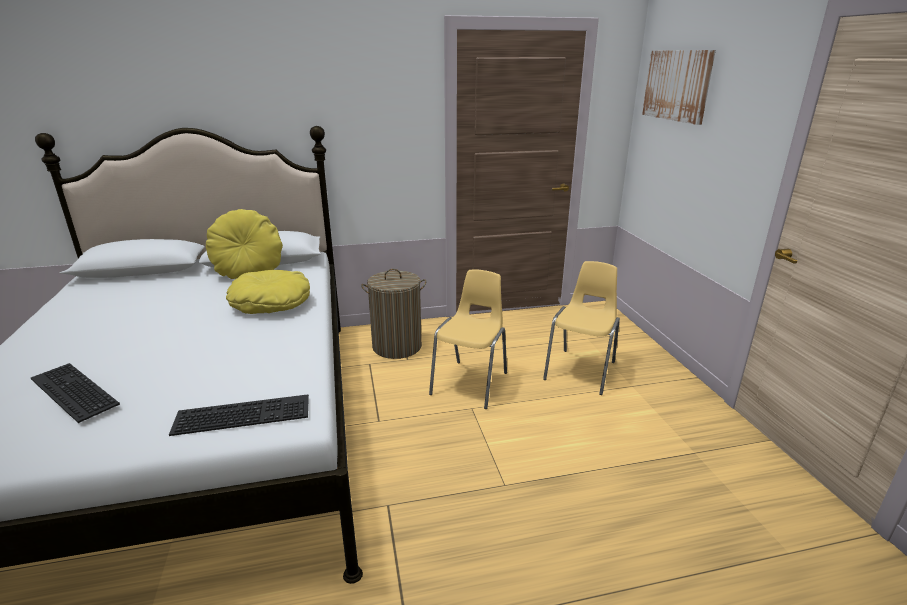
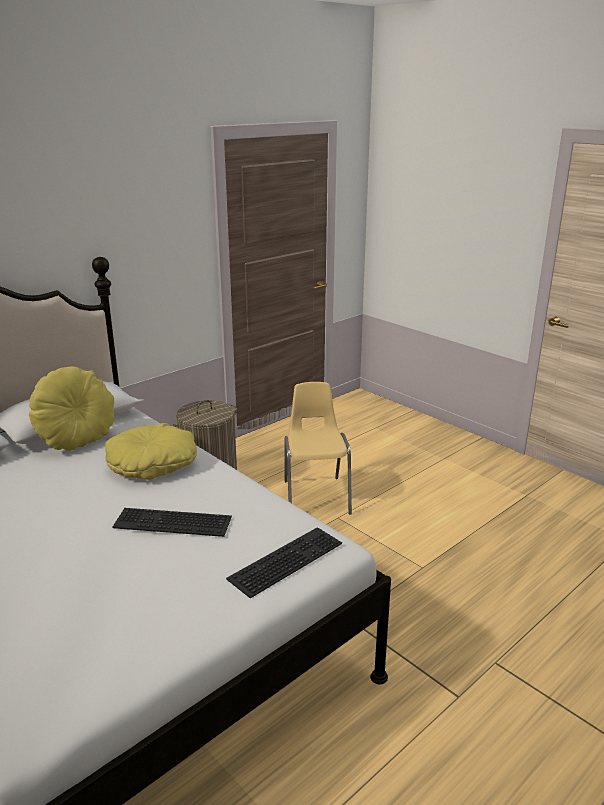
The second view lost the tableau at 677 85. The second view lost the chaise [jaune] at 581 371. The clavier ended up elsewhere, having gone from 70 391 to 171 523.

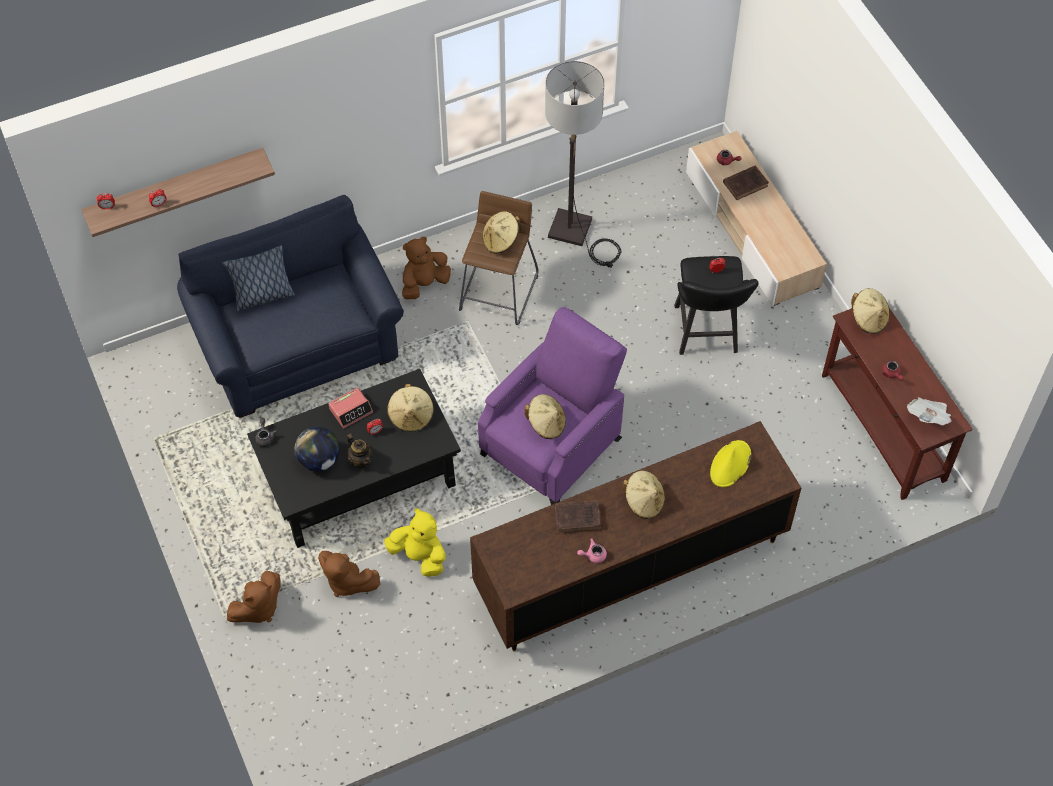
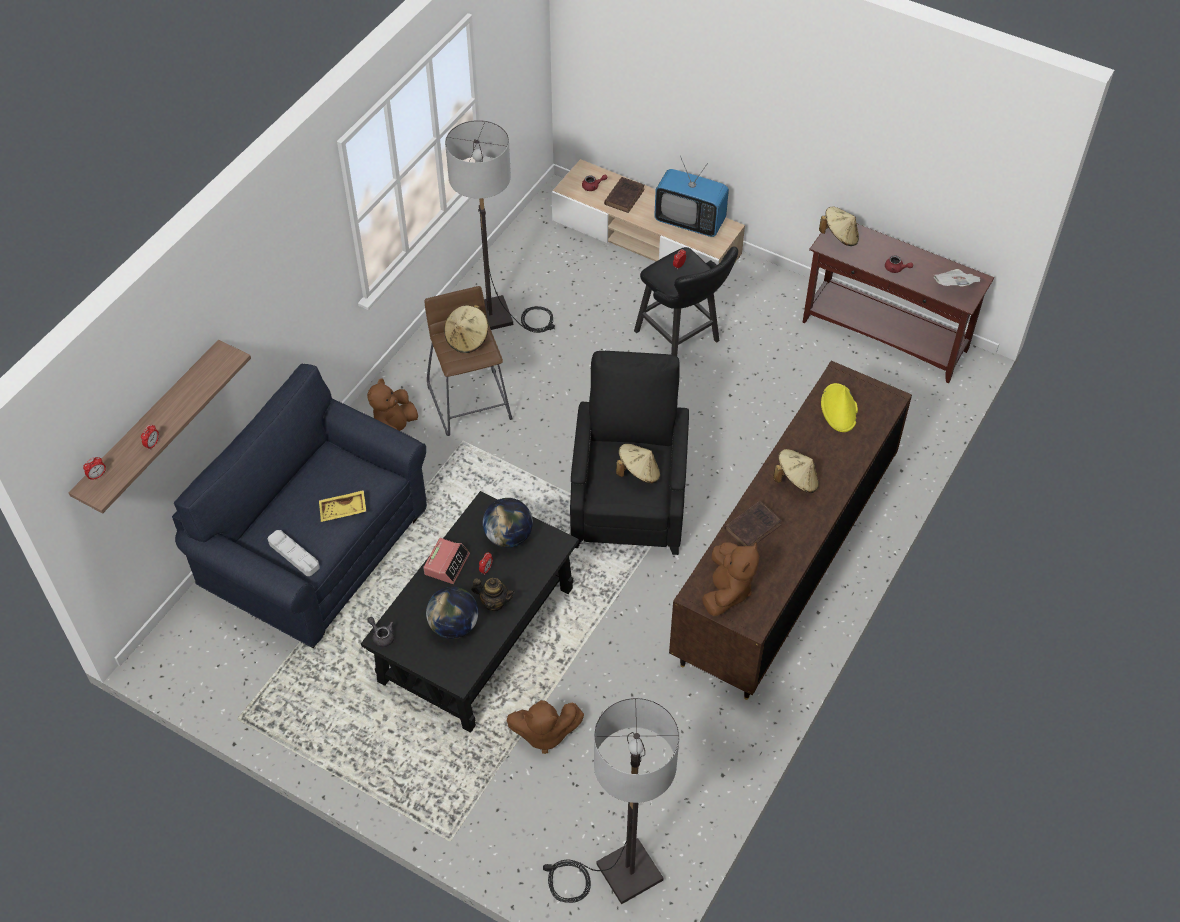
The second view lost the coussin at 262 296. What was the fauteuil [violet] at 554 443 turned into the fauteuil [noir] at 629 500. Where the chapeau [beige] stood at 411 416, the globe came to stand at 508 536. The second view lost the peluche [jaune] at 419 556. The second view lost the théière [rose] at 593 555. The peluche [marron] ended up elsewhere, having gone from 258 608 to 727 591. The second view gained the téléviseur at 690 221. The second view gained the plateau [jaune] at 343 511. The second view gained the plateau [gris] at 294 555. The second view gained the lampadaire at 611 875.

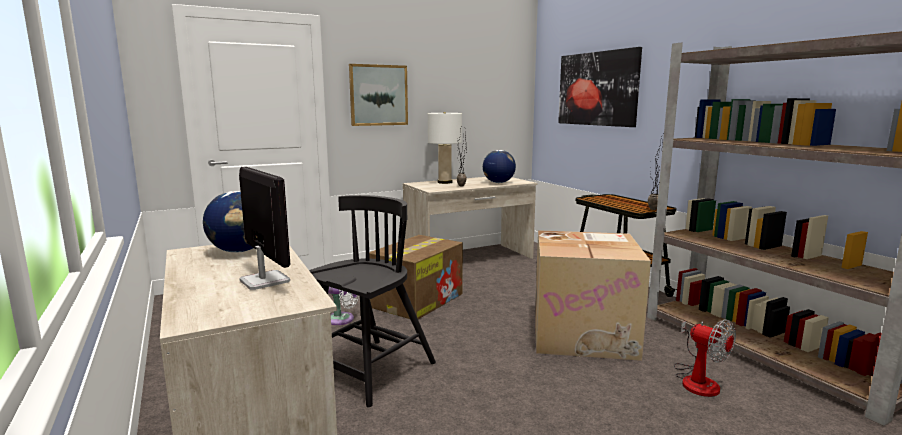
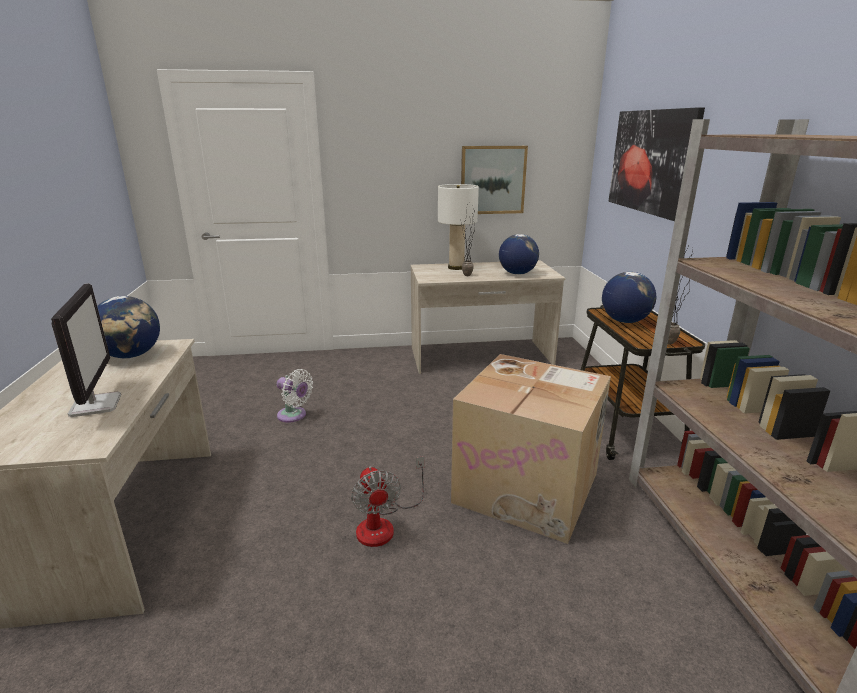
The tableau ended up elsewhere, having gone from 378 95 to 492 180. The second view lost the chaise [noir] at 371 371. The second view lost the carton at 418 300. The ventilateur ended up elsewhere, having gone from 697 380 to 384 524. The second view gained the globe at 624 321.

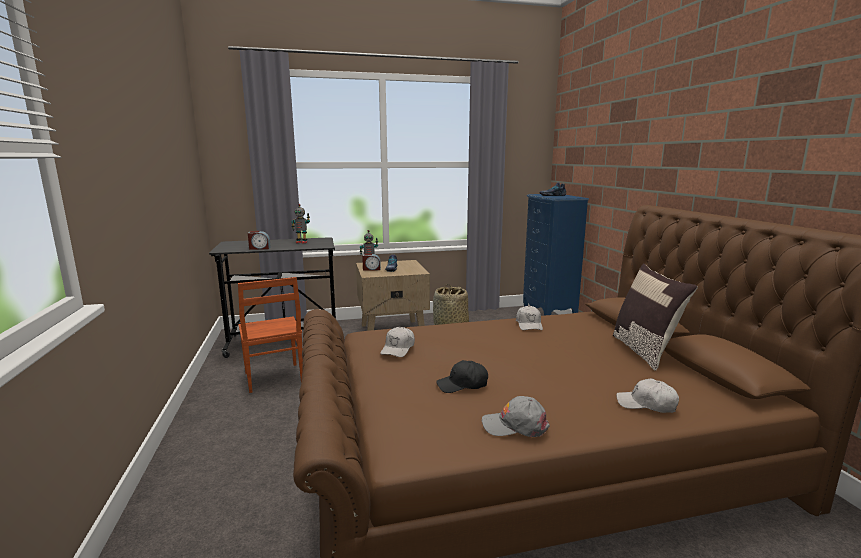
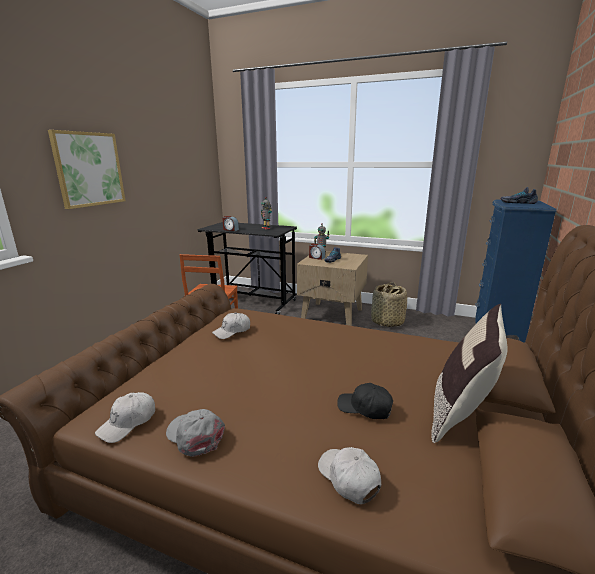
The casquette [blanc] ended up elsewhere, having gone from 529 324 to 128 423. The casquette [noir] ended up elsewhere, having gone from 462 385 to 365 408. The second view gained the tableau at 89 169.

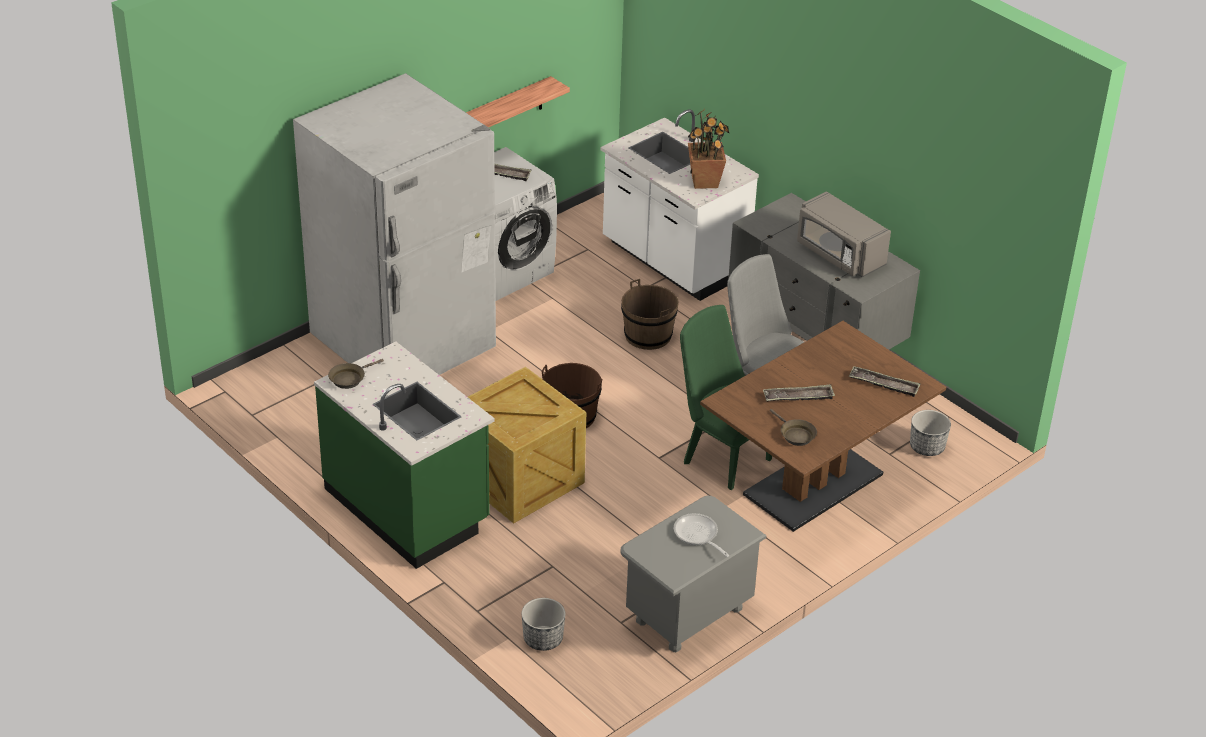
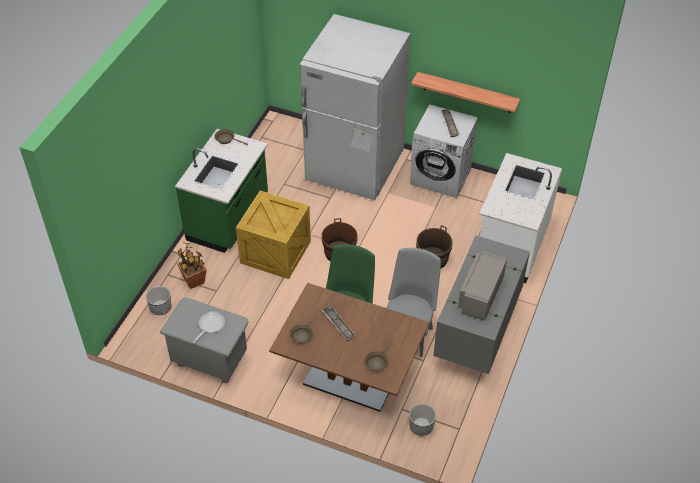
The plante en pot ended up elsewhere, having gone from 705 181 to 194 281. Where the plateau stood at 884 384, the poêle [marron] came to stand at 377 362.

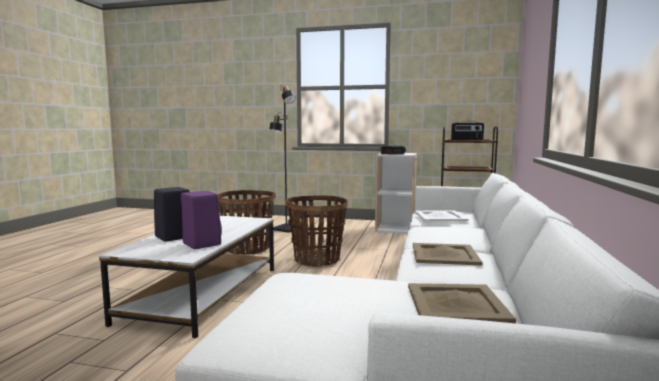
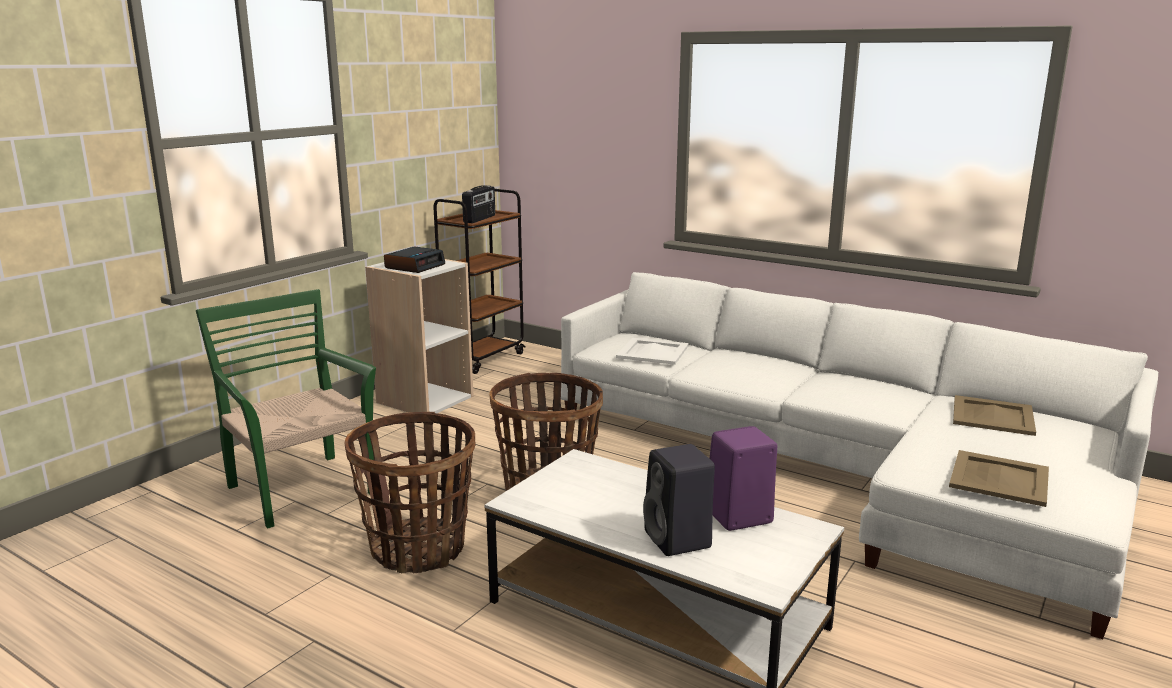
Where the lampadaire [noir] stood at 286 229, the fauteuil [vert] came to stand at 301 489. The plateau [beige] ended up elsewhere, having gone from 445 254 to 998 478.

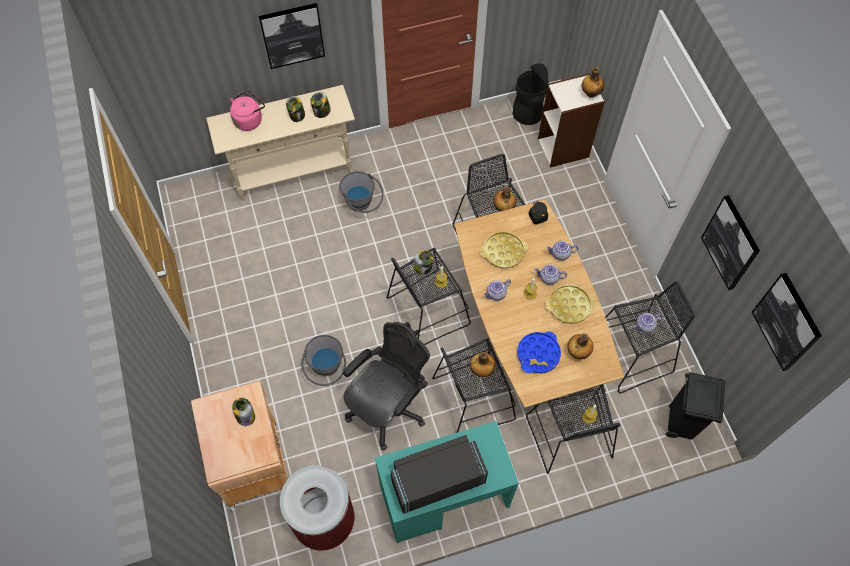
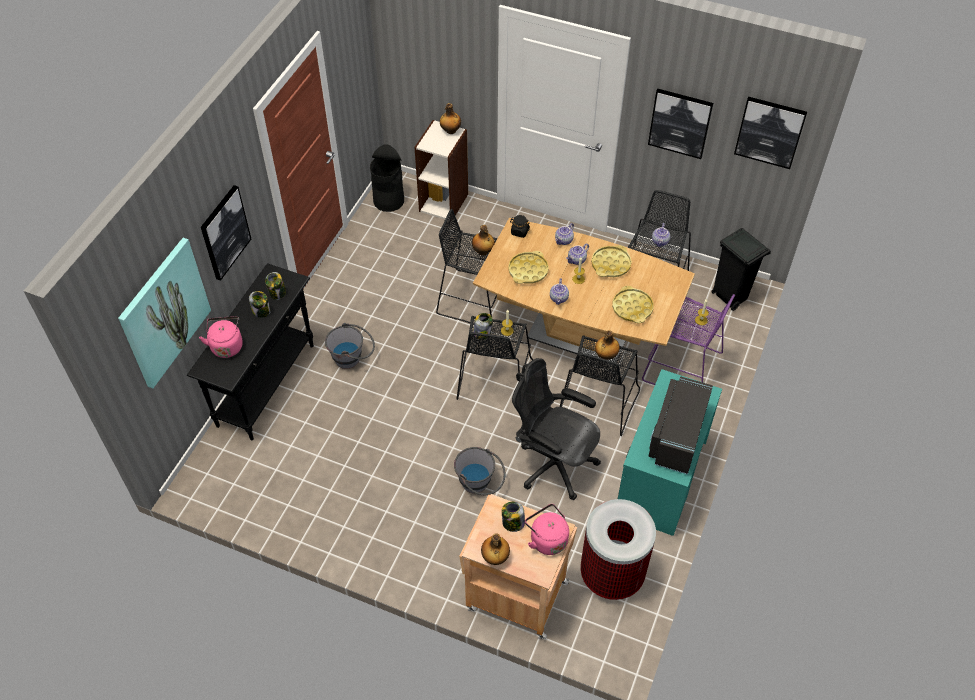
What was the table console [beige] at 293 172 turned into the table console [noir] at 267 385. The chaise de bureau at 388 406 ended up facing another way, 45 degrees counterclockwise from before. What was the plateau [bleu] at 538 354 turned into the plateau [jaune] at 632 308. The bouteille ended up elsewhere, having gone from 577 352 to 495 558. What was the tabouret [noir] at 569 435 turned into the tabouret [violet] at 681 365. The second view gained the tableau at 164 312. The second view gained the bouilloire [rose] at 547 539.

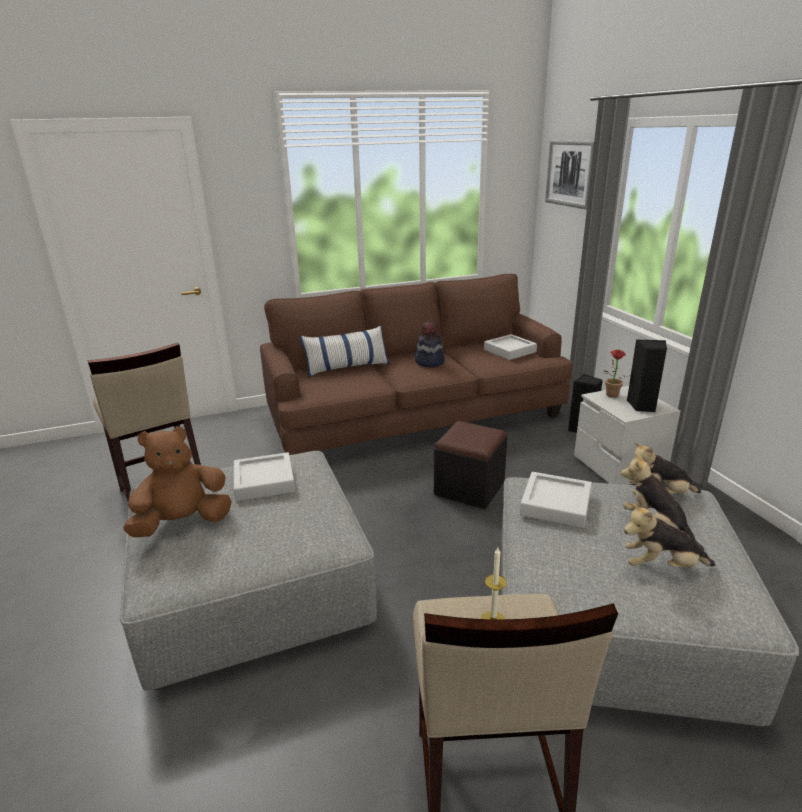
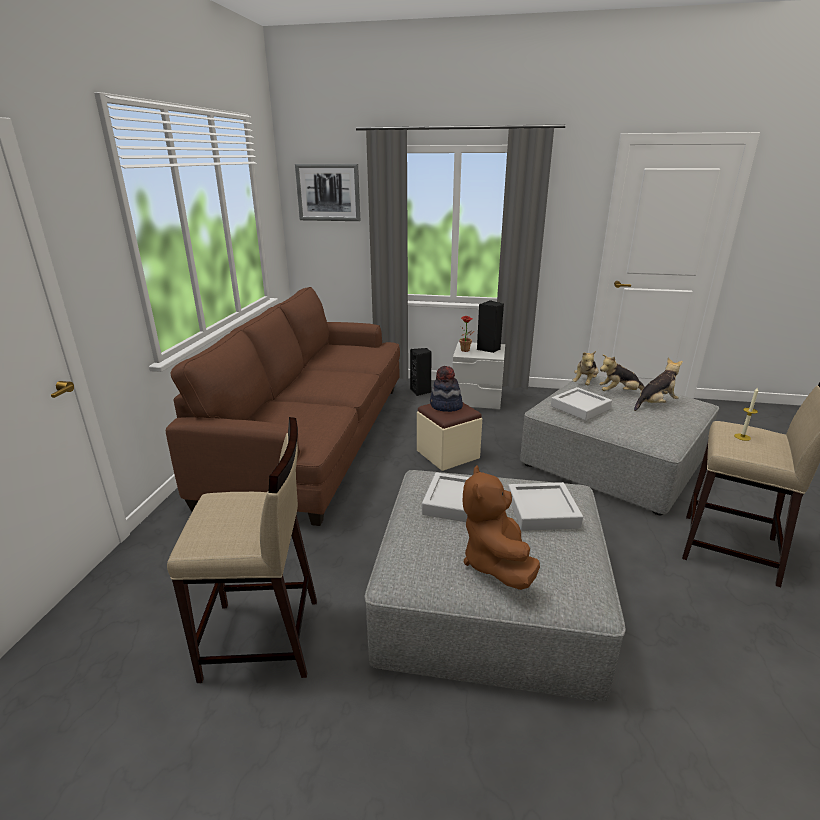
The chapeau ended up elsewhere, having gone from 429 362 to 445 406. The second view lost the coussin at 347 367. The plateau [gris] ended up elsewhere, having gone from 510 351 to 542 511. What was the pouf [noir] at 469 488 turned into the pouf [beige] at 447 454. The peluche at 661 566 ended up facing another way, 150 degrees counterclockwise from before.

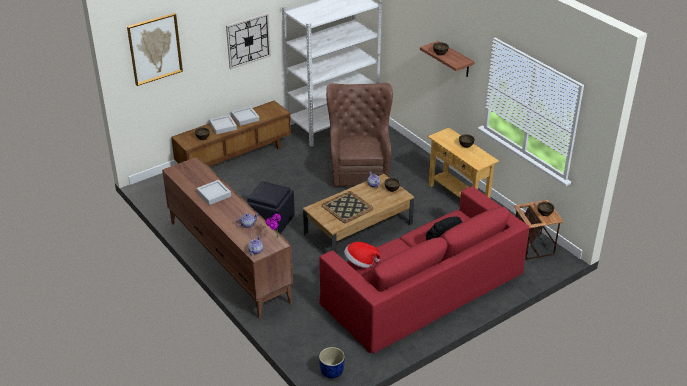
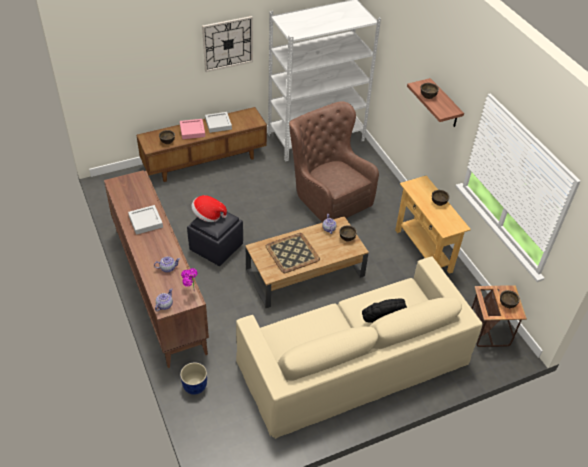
The second view lost the tableau at 155 49. The fauteuil [marron] at 359 168 ended up facing another way, 45 degrees counterclockwise from before. What was the plateau [gris] at 223 126 turned into the plateau [rose] at 192 131. What was the canapé [rouge] at 423 287 turned into the canapé [beige] at 353 361. The chapeau ended up elsewhere, having gone from 360 262 to 208 215. The cache-pot [bleu] ended up elsewhere, having gone from 331 371 to 194 386.

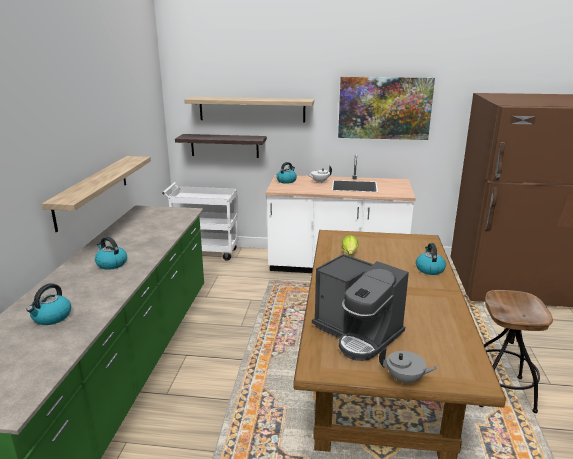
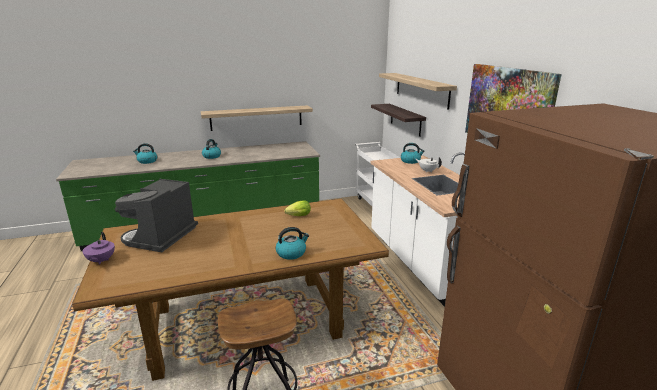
What was the théière [gris] at 405 379 turned into the théière [violet] at 101 261.

